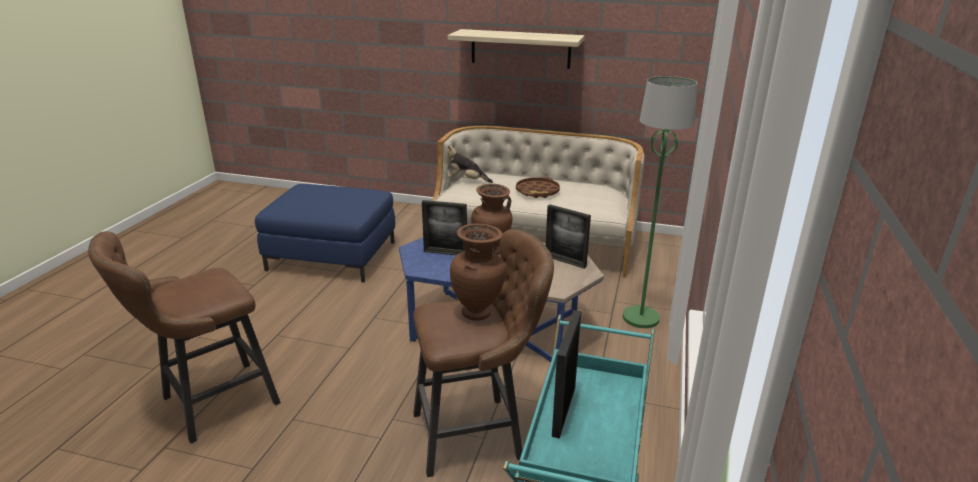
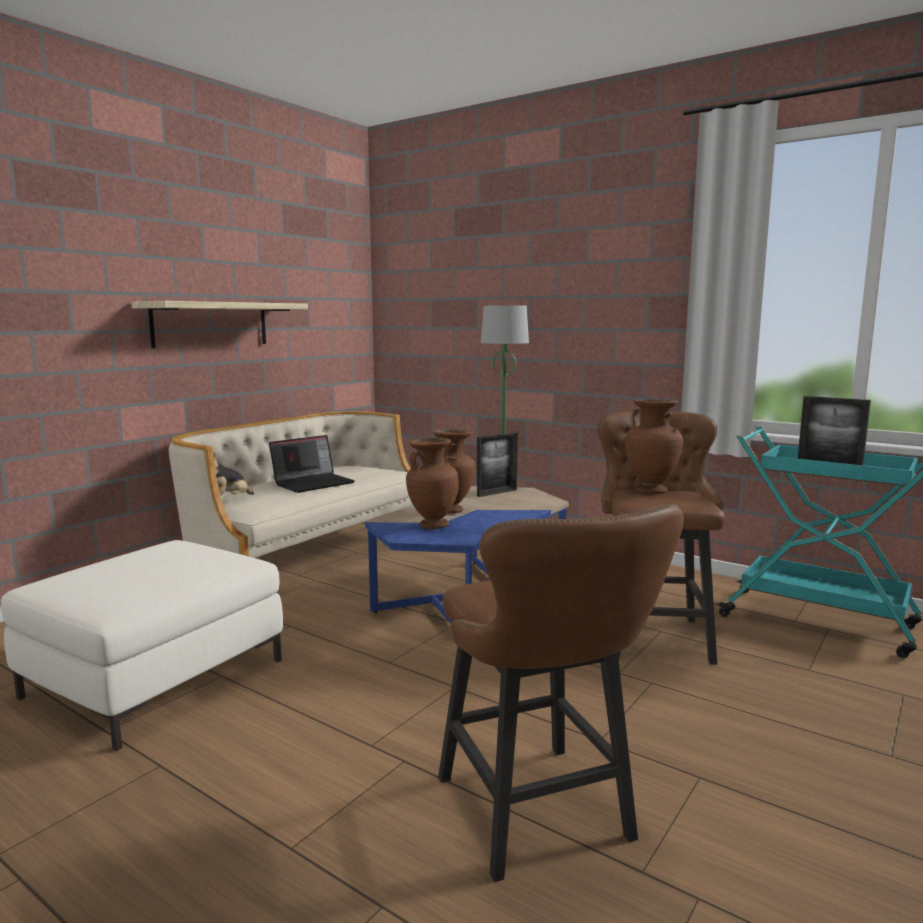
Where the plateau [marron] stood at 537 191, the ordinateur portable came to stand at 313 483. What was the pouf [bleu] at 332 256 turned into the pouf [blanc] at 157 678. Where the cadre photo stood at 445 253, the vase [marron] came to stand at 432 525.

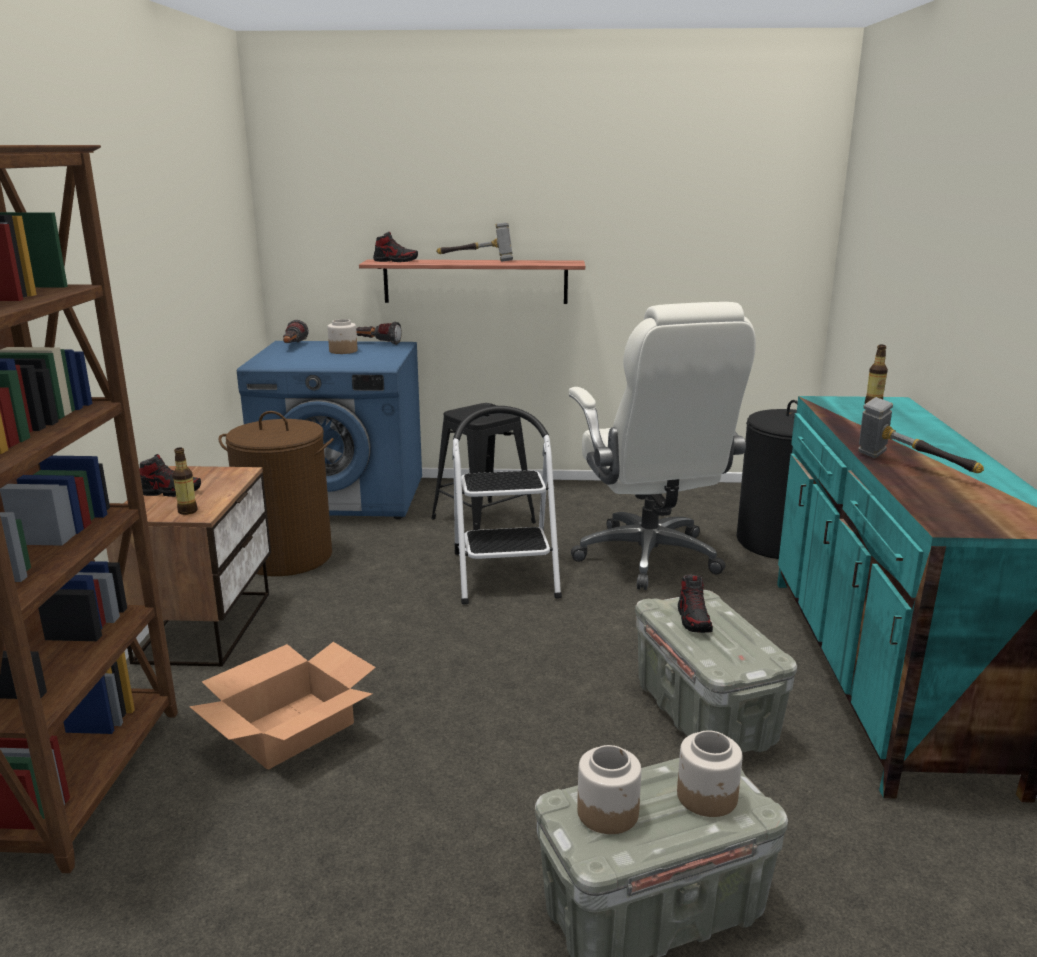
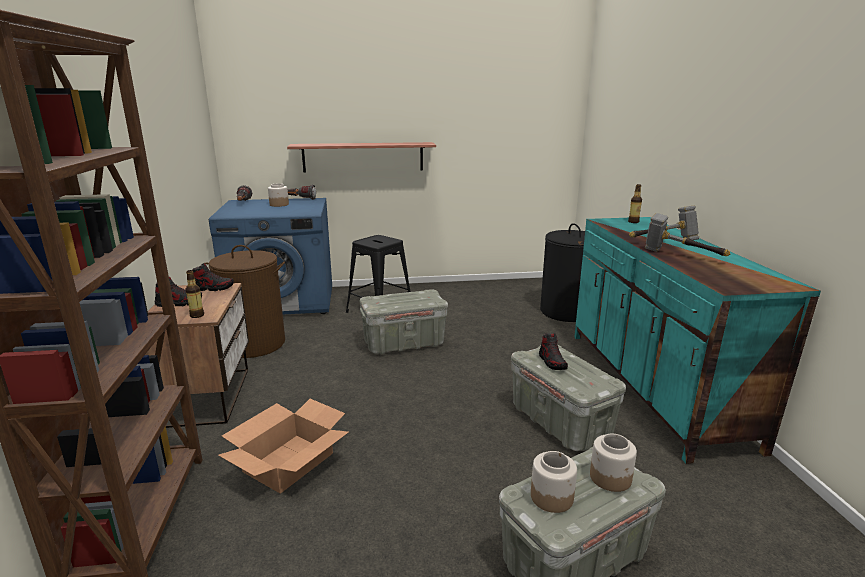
The marteau ended up elsewhere, having gone from 478 261 to 663 242. The chaussure ended up elsewhere, having gone from 395 261 to 213 288. The second view lost the chaise de bureau [blanc] at 649 558. Where the escabeau stood at 505 573, the boîte de rangement [gris] came to stand at 404 343.

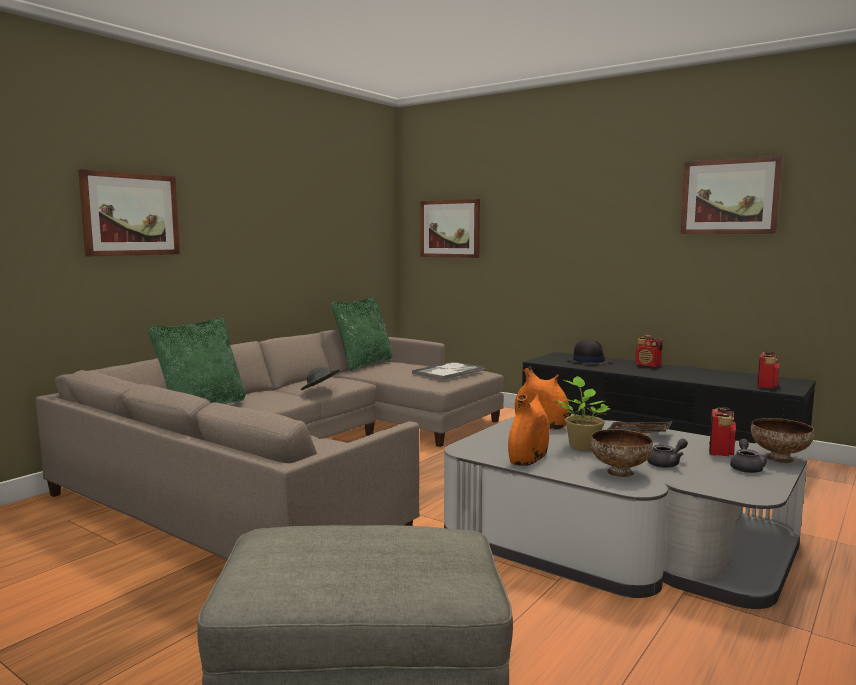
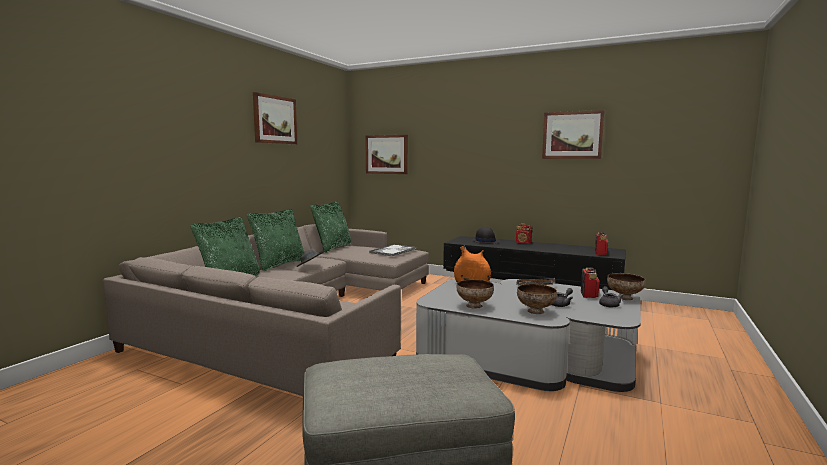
The tableau ended up elsewhere, having gone from 130 214 to 275 120. The second view lost the plante en pot at 582 446. Where the vase [orange] stood at 528 459, the bol came to stand at 475 306. The second view gained the coussin [vert] at 280 265.

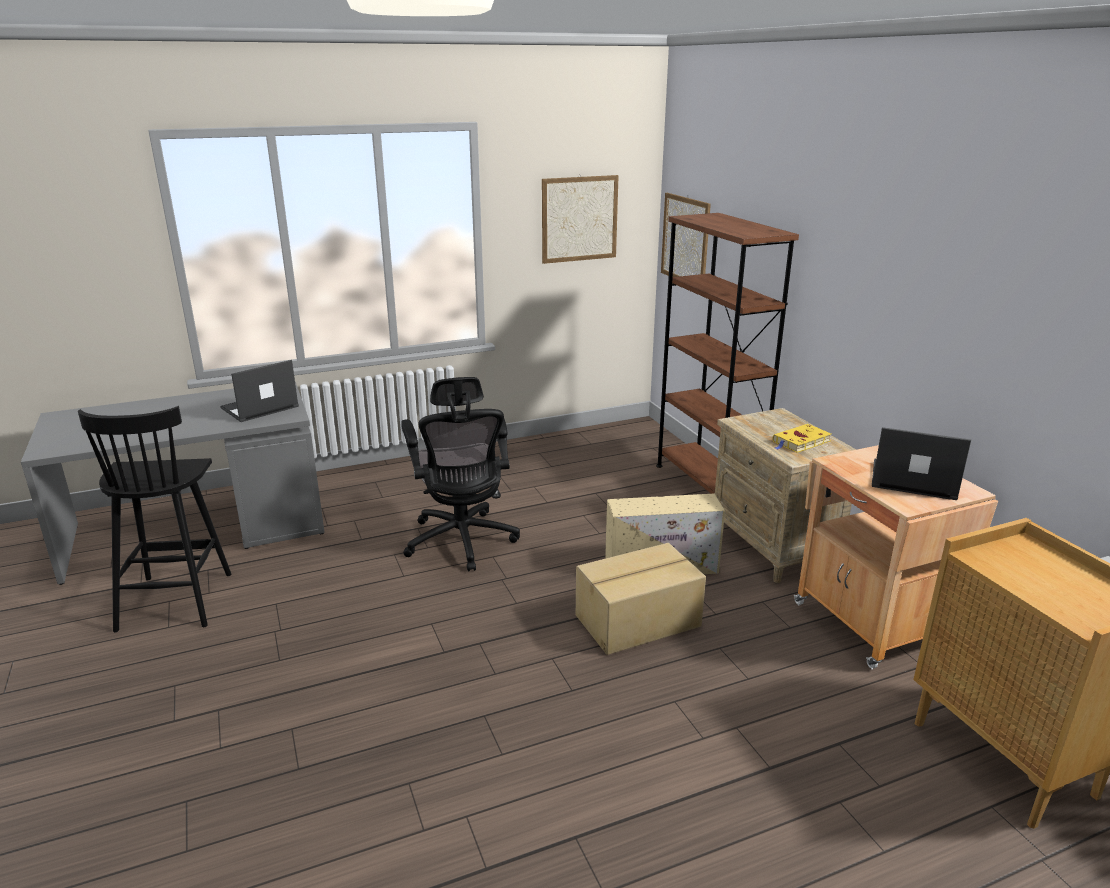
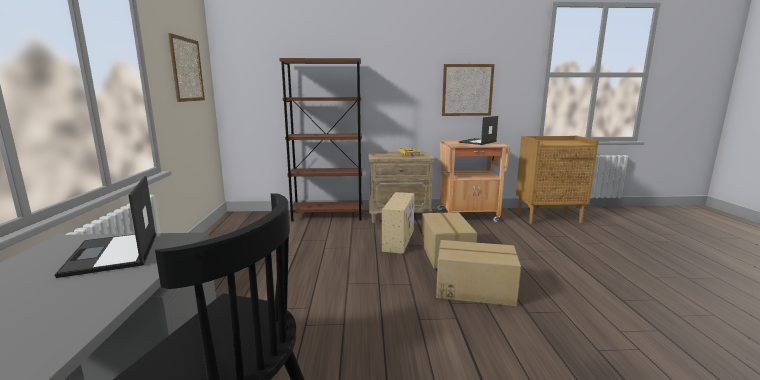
The tableau ended up elsewhere, having gone from 685 239 to 467 89. The second view lost the chaise de bureau at 462 541. The second view gained the carton at 474 289.

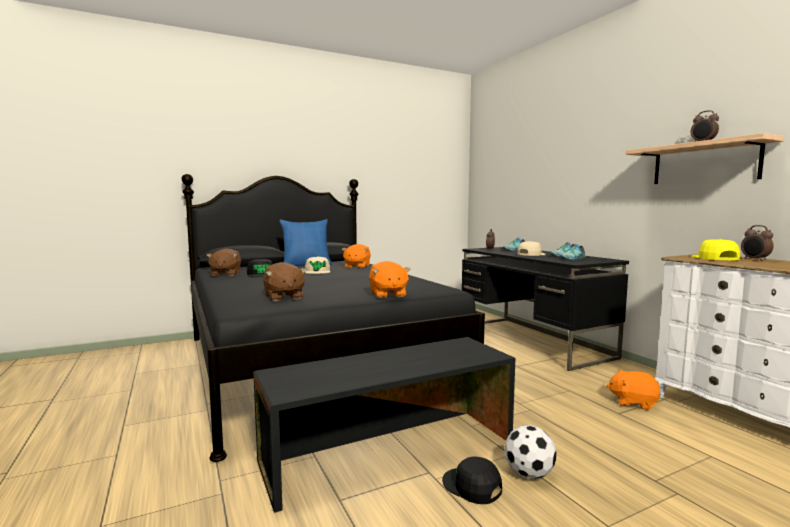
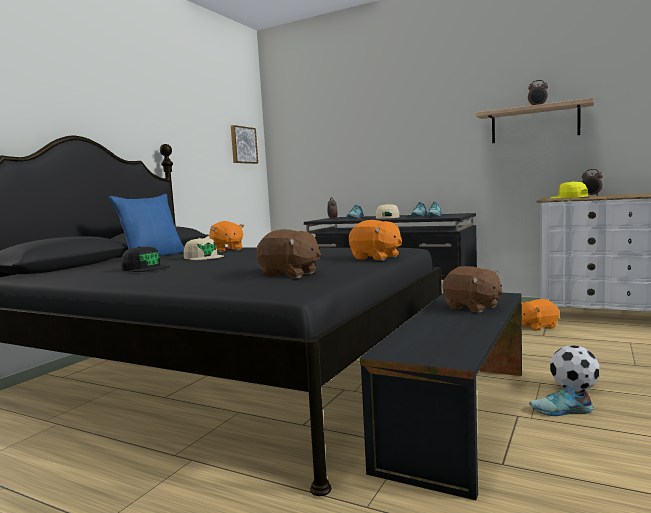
The peluche [marron] ended up elsewhere, having gone from 225 274 to 472 307. Where the casquette [noir] stood at 472 486, the chaussure came to stand at 561 411. The second view gained the tableau at 243 145.

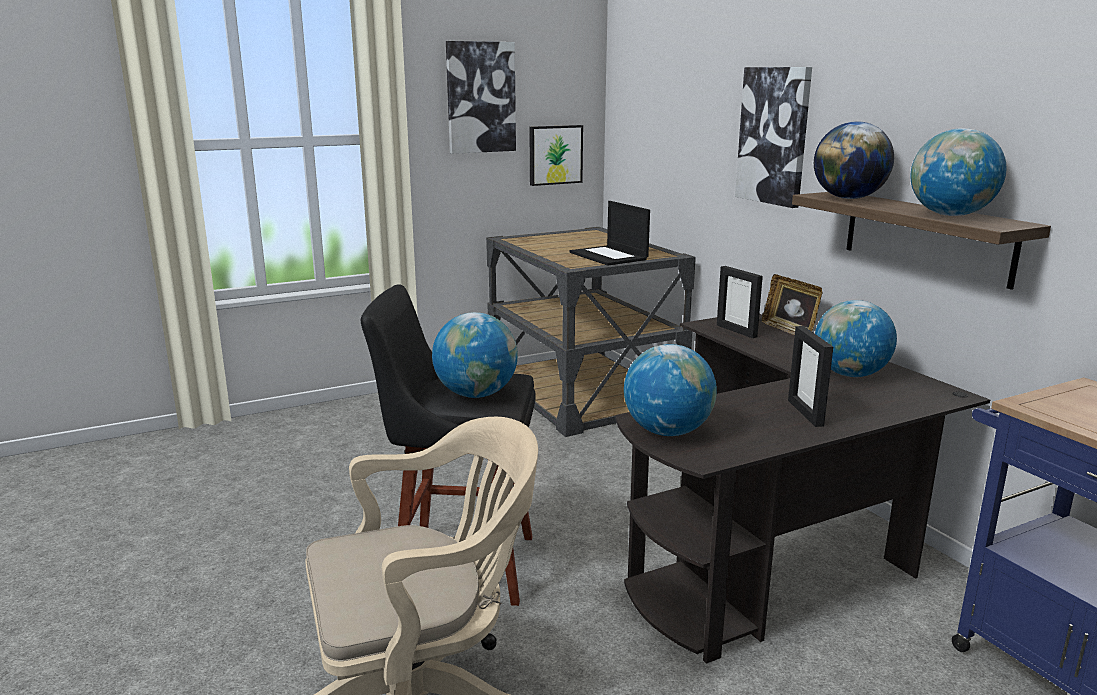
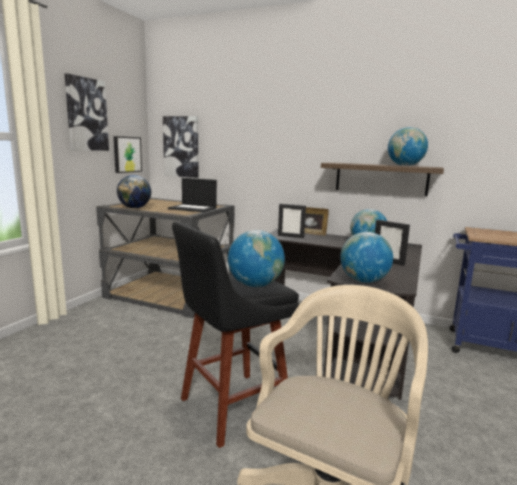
The tableau ended up elsewhere, having gone from 774 136 to 181 147. The globe ended up elsewhere, having gone from 848 198 to 135 208.

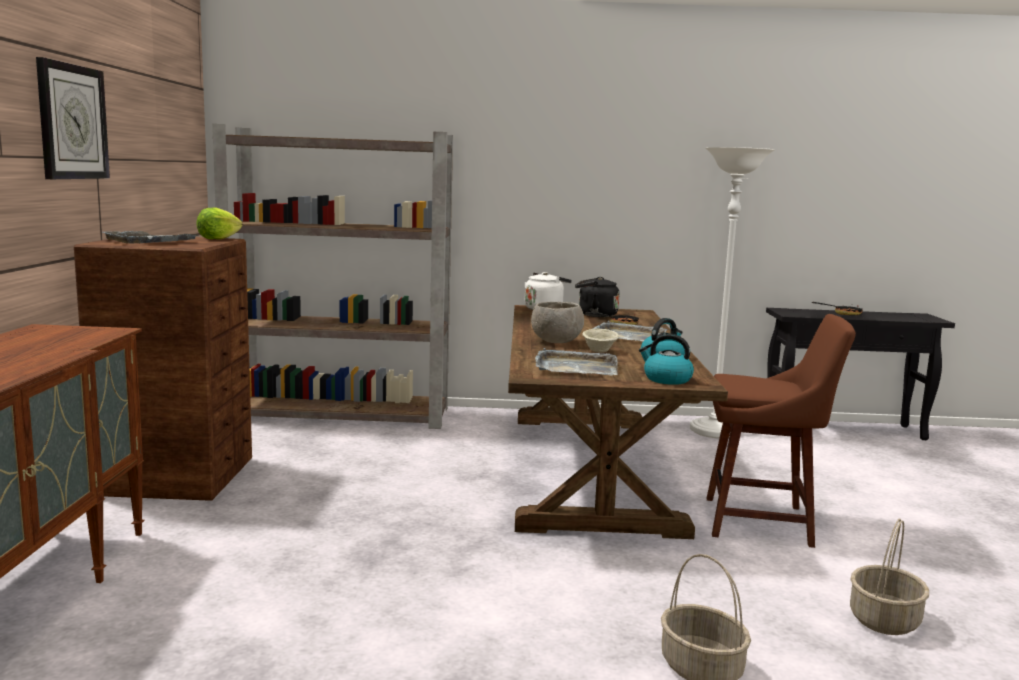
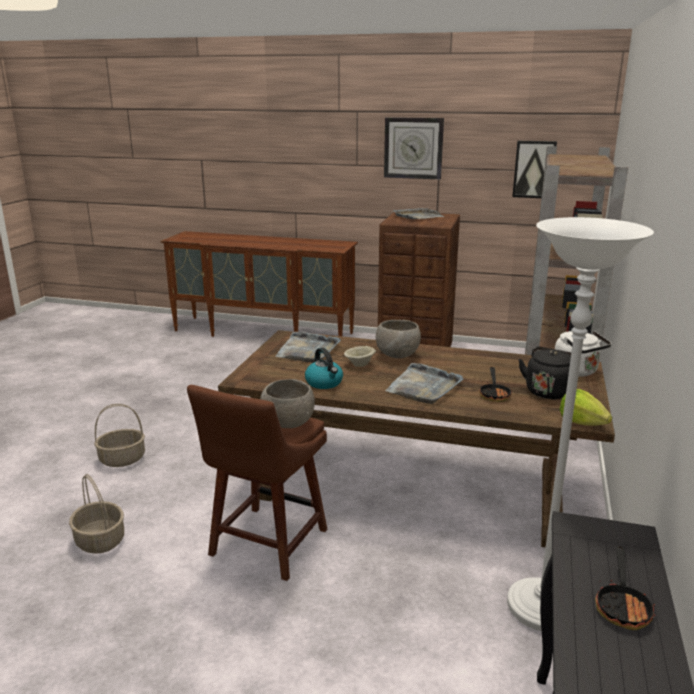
The laitue ended up elsewhere, having gone from 218 238 to 581 422. The second view lost the bouilloire at 666 379. The second view gained the tableau at 534 169. The second view gained the bol [gris] at 288 424.

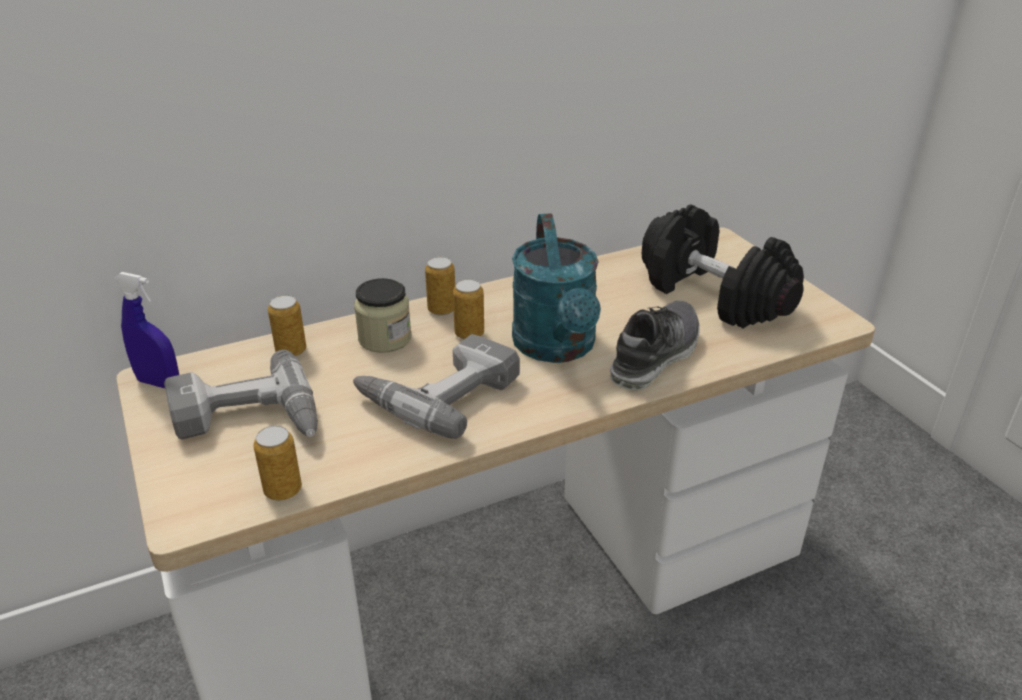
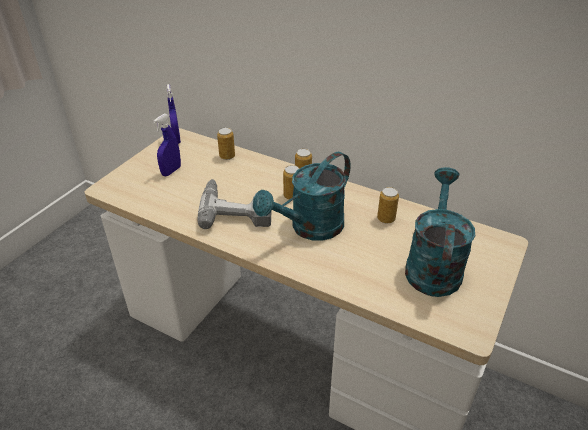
Where the haltère [noir] stood at 713 295, the arrosoir [turquoise] came to stand at 433 265. The second view lost the bocal at 385 338. The second view lost the chaussure at 655 356. Where the perceuse stood at 247 421, the vaporisateur [bleu] came to stand at 171 171. The boîte métallique ended up elsewhere, having gone from 283 490 to 386 219.

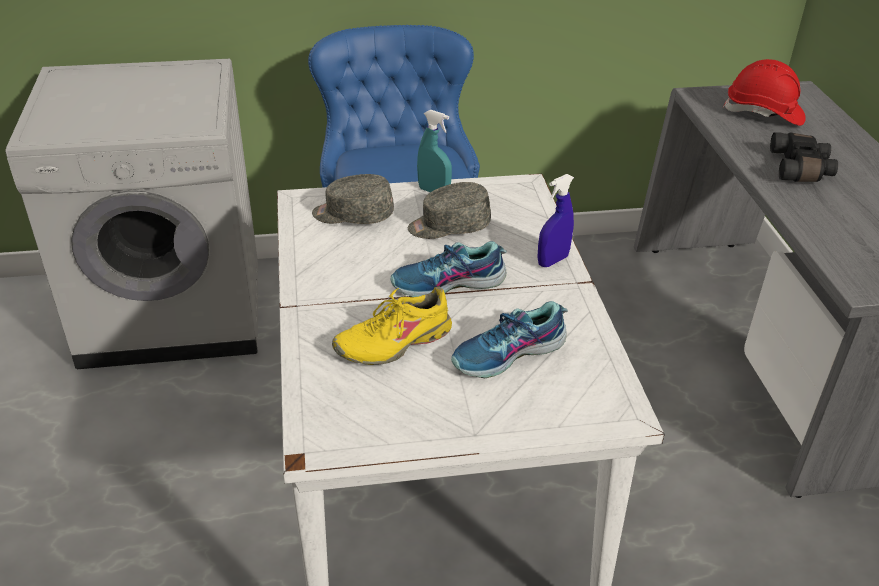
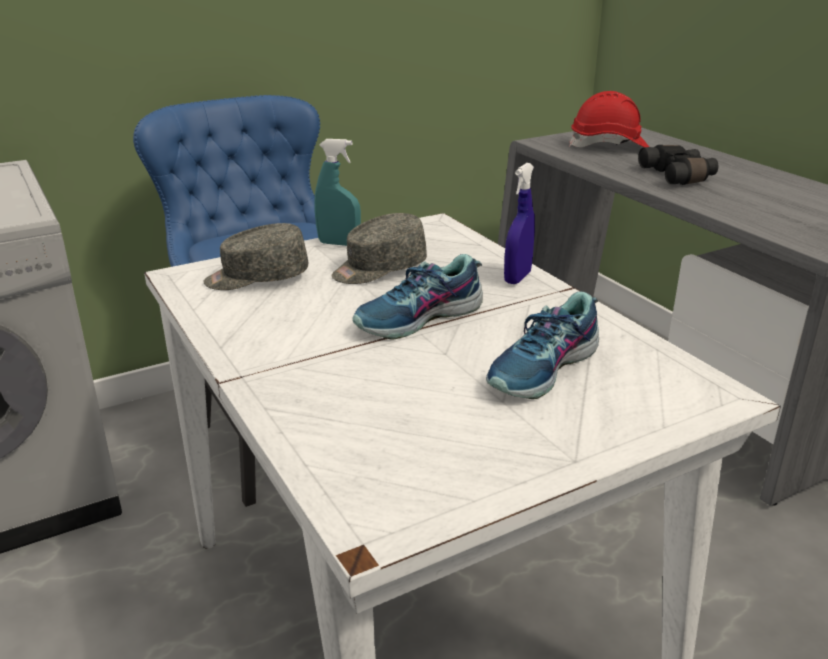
The second view lost the chaussure [jaune] at 393 342.

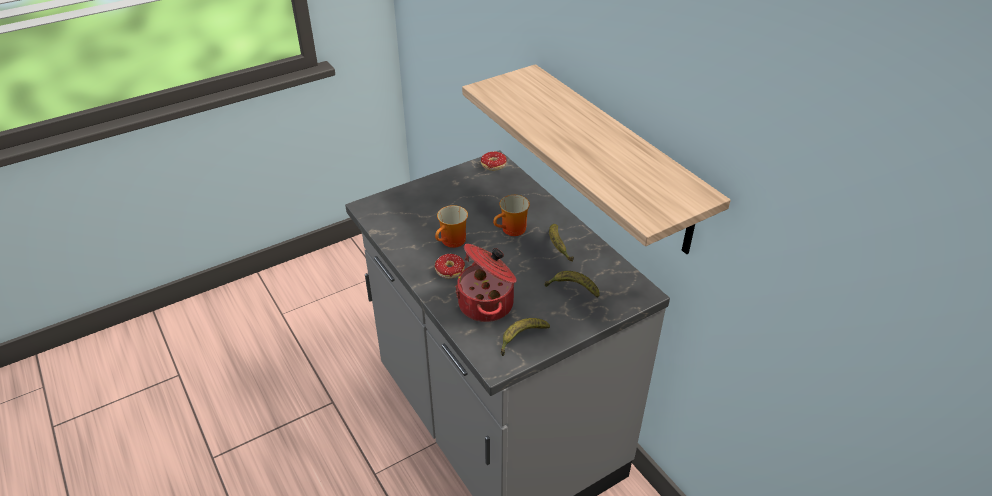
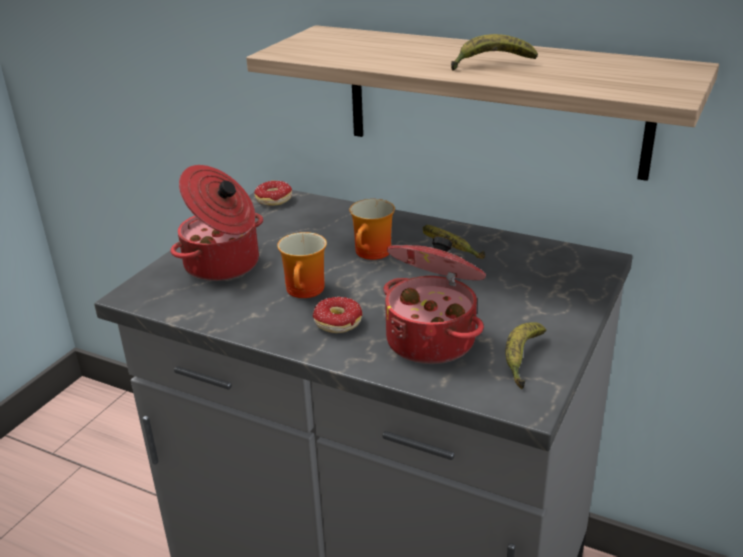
The banane ended up elsewhere, having gone from 572 289 to 491 64. The second view gained the marmite at 223 265.

